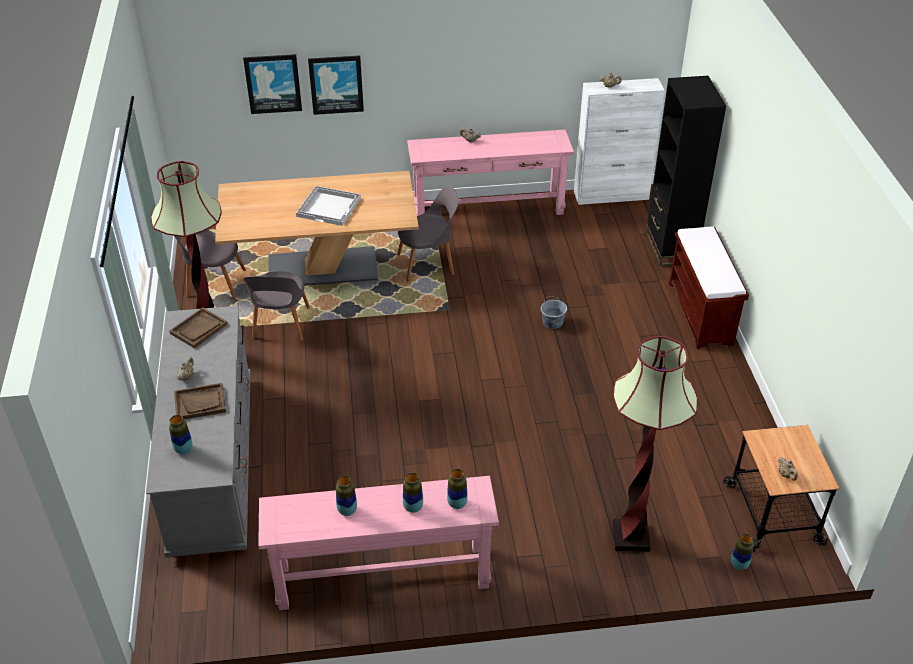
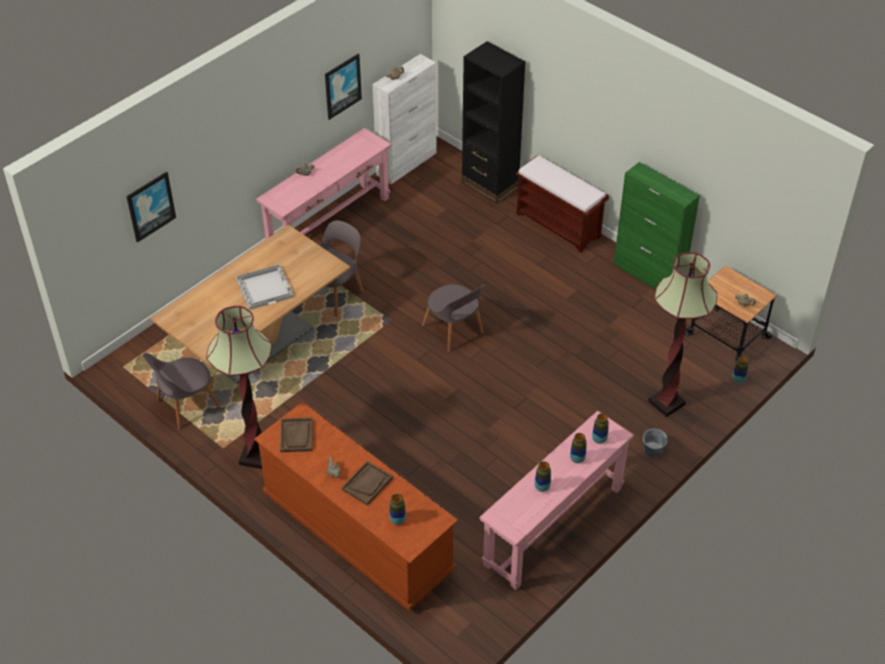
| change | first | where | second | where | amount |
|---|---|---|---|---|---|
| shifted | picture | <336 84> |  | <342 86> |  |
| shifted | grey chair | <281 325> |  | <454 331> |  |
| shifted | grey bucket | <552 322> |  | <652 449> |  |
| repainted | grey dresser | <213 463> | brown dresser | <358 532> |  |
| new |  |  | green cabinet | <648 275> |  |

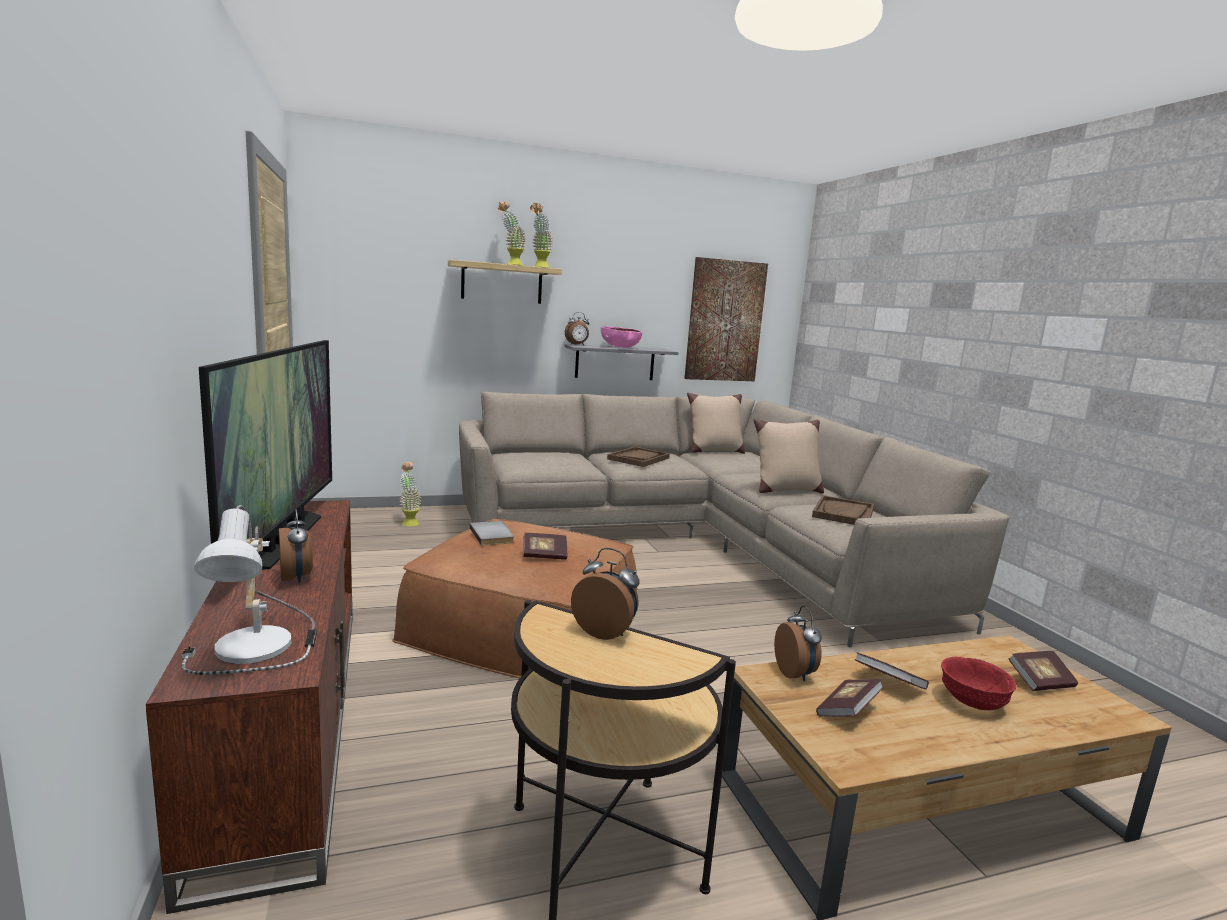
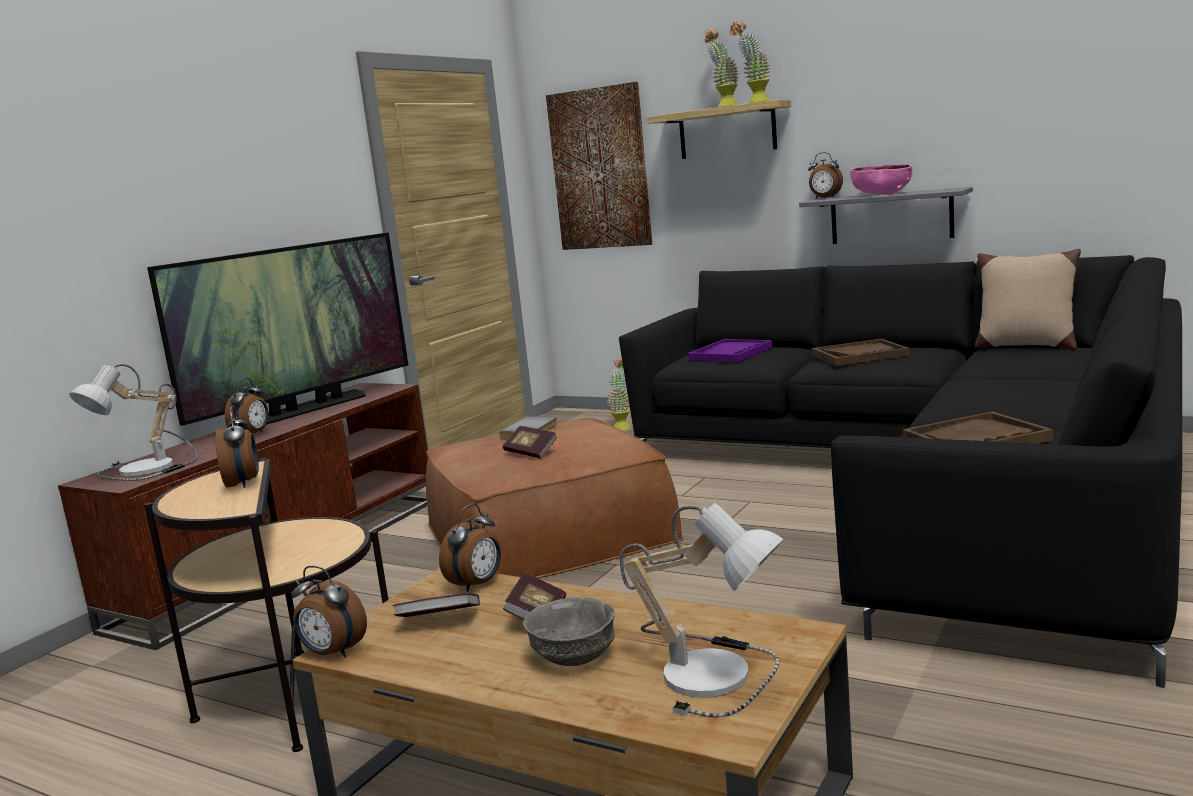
| change | first | where | second | where | amount |
|---|---|---|---|---|---|
| shifted | picture | <725 321> |  | <600 169> |  |
| repainted | beige sofa | <700 542> | black sofa | <930 484> |  |
| gone | beige pillow | <785 490> |  |  |  |
| swapped | book | <1040 682> | table lamp | <715 672> |  |
| repainted | red bowl | <971 701> | grey bowl | <575 656> |  |
| new |  |  | purple tray | <730 353> |  |
| new |  |  | alarm clock | <332 653> |  |

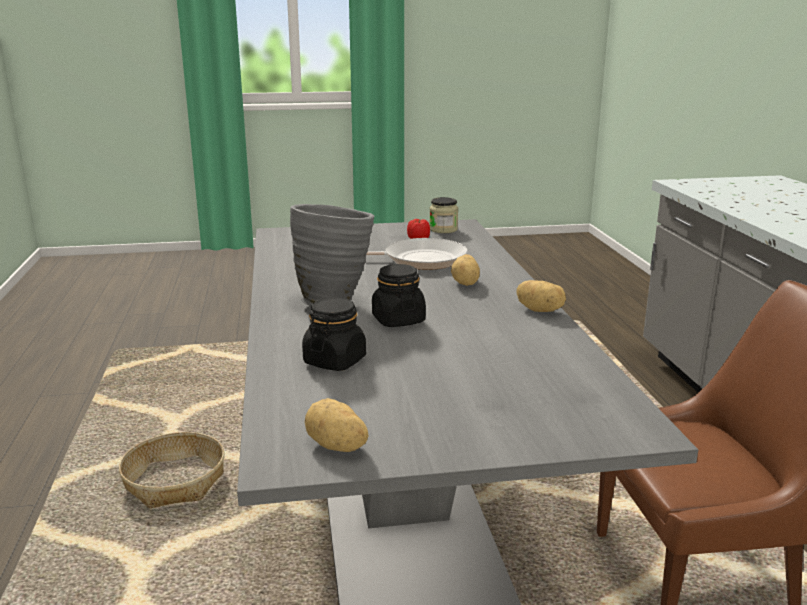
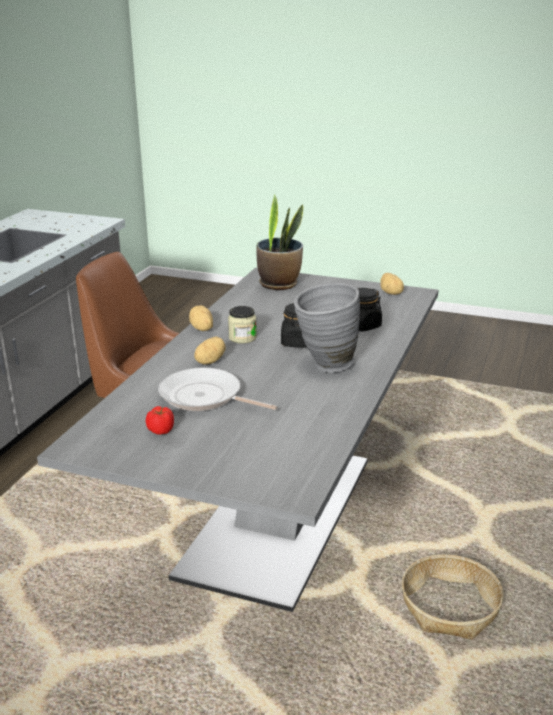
| change | first | where | second | where | amount |
|---|---|---|---|---|---|
| shifted | jar | <443 229> |  | <242 338> |  |
| new |  |  | potted plant | <279 284> |  |

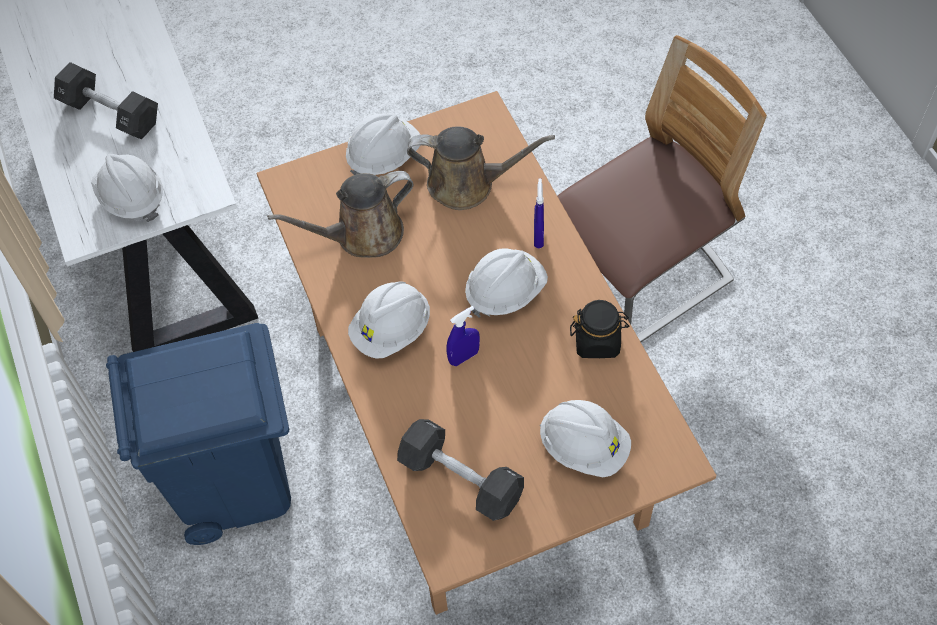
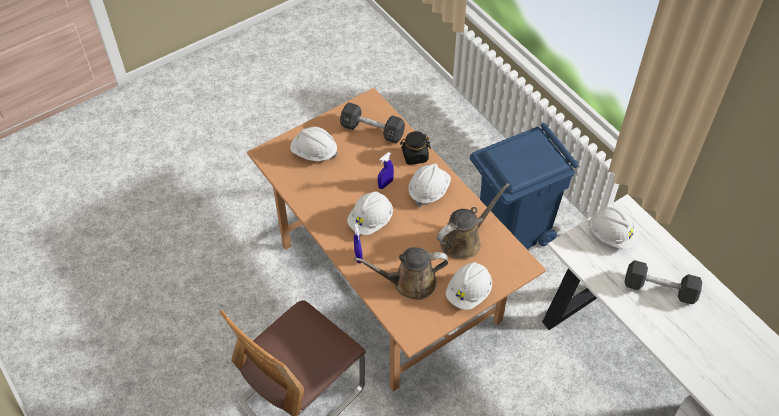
| change | first | where | second | where | amount |
|---|---|---|---|---|---|
| shifted | black jar | <597 341> |  | <415 156> |  |

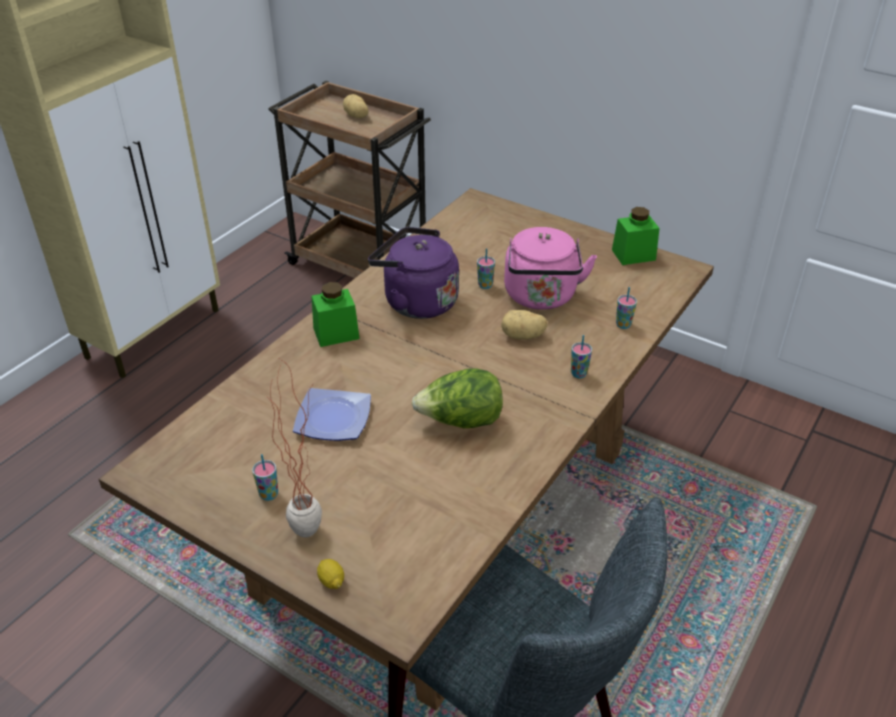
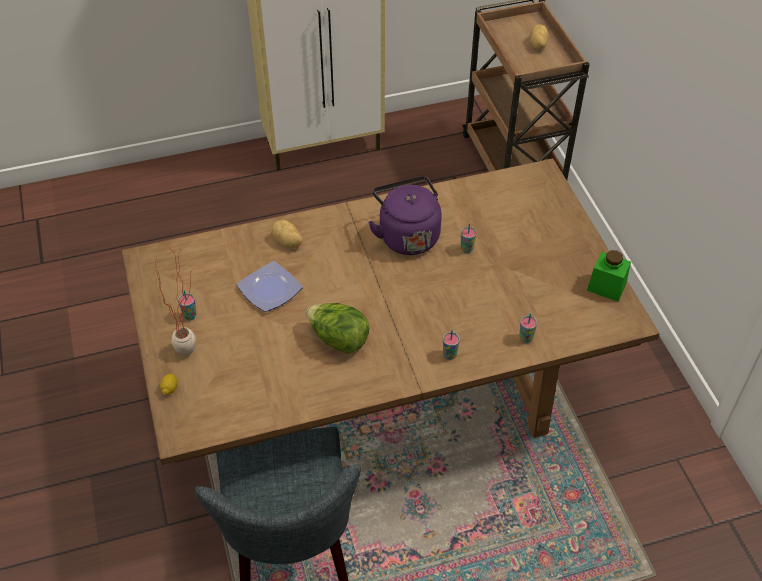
| change | first | where | second | where | amount |
|---|---|---|---|---|---|
| gone | pink kettle | <541 297> |  |  |  |
| gone | green jar | <336 333> |  |  |  |
| shifted | potato | <523 336> |  | <287 242> |  |

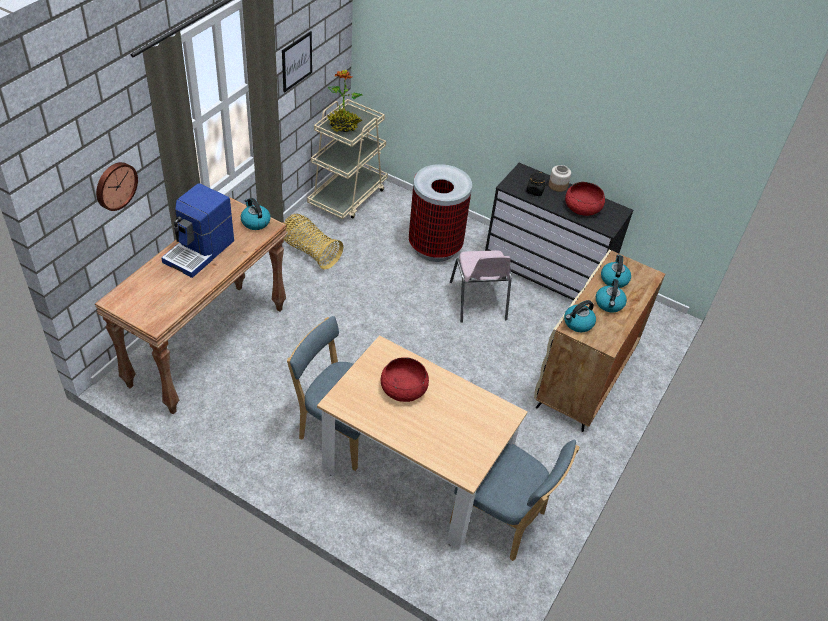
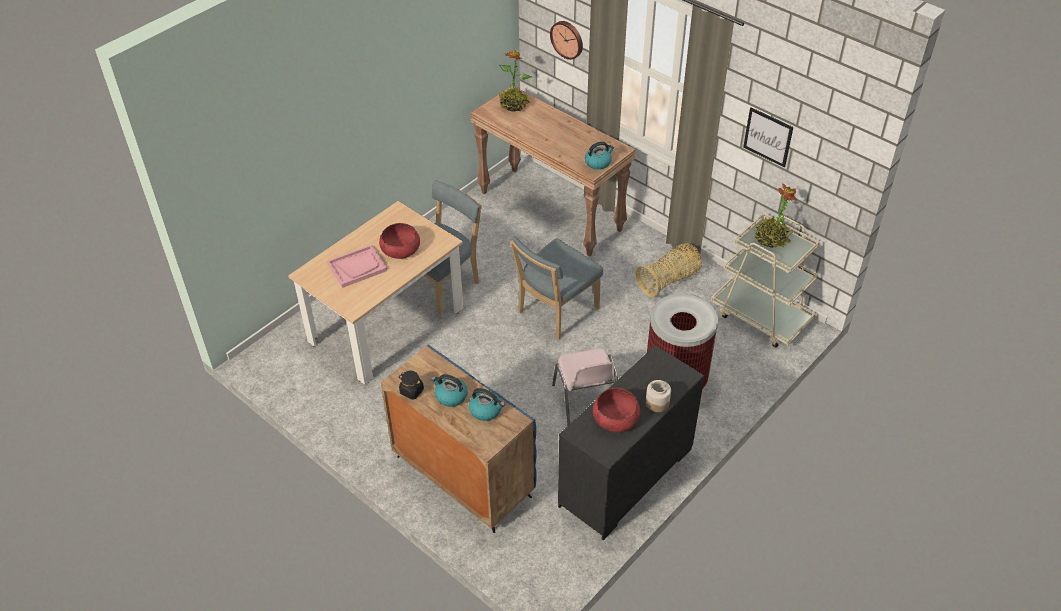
| change | first | where | second | where | amount |
|---|---|---|---|---|---|
| shifted | black jar | <535 191> |  | <411 391> |  |
| gone | coffee machine | <200 251> |  |  |  |
| rotated | pink chair | <478 301> |  | <585 405> | 105 degrees counterclockwise |
| repainted | beige cabinet | <585 378> | blue cabinet | <462 476> |  |
| gone | kettle | <578 323> |  |  |  |
| shifted | blue chair | <502 520> |  | <555 312> |  |
| new |  |  | potted plant | <514 105> |  |
| new |  |  | pink tray | <357 267> |  |

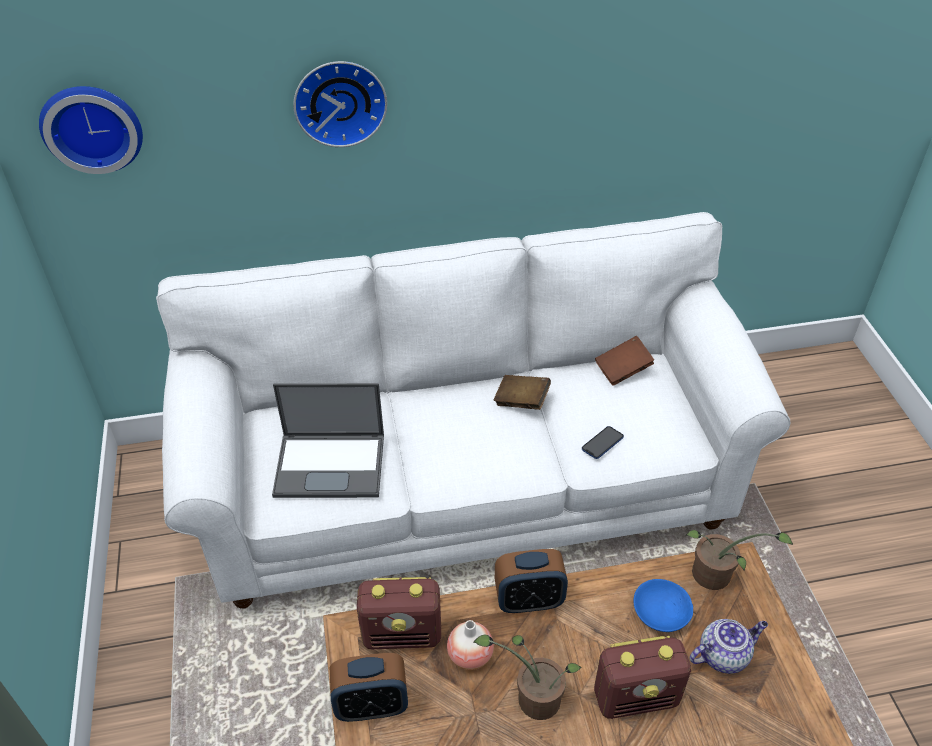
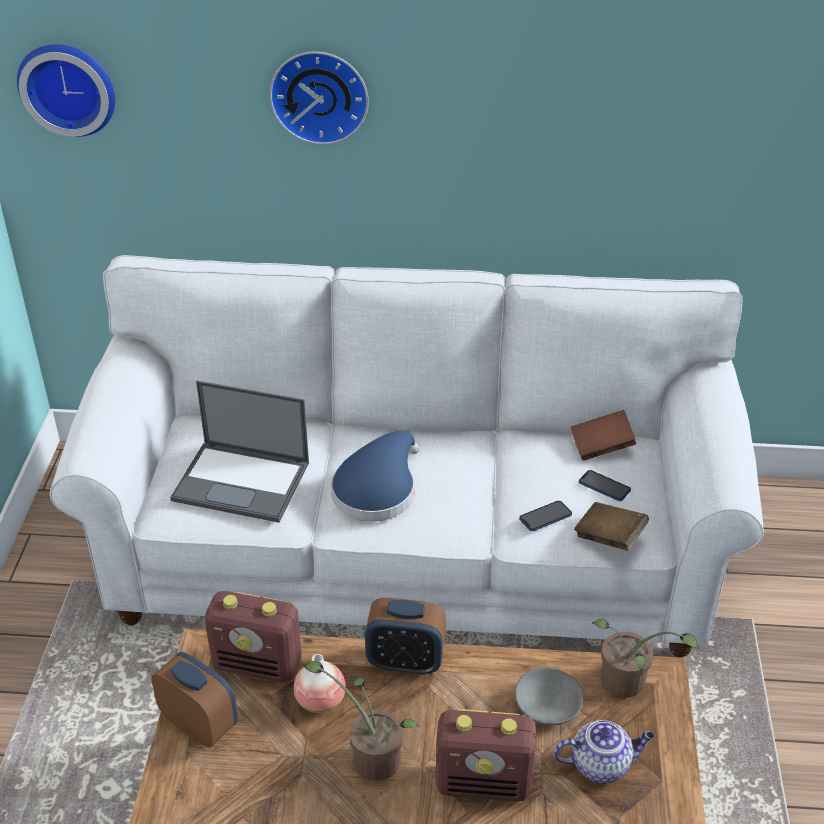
| change | first | where | second | where | amount |
|---|---|---|---|---|---|
| shifted | brown book | <521 401> |  | <609 537> |  |
| repainted | blue bowl | <662 613> | grey bowl | <548 706> |  |
| rotated | alarm clock | <371 705> |  | <200 724> | 150 degrees counterclockwise |
| new |  |  | blue hat | <377 489> |  |
| new |  |  | phone | <604 487> |  |

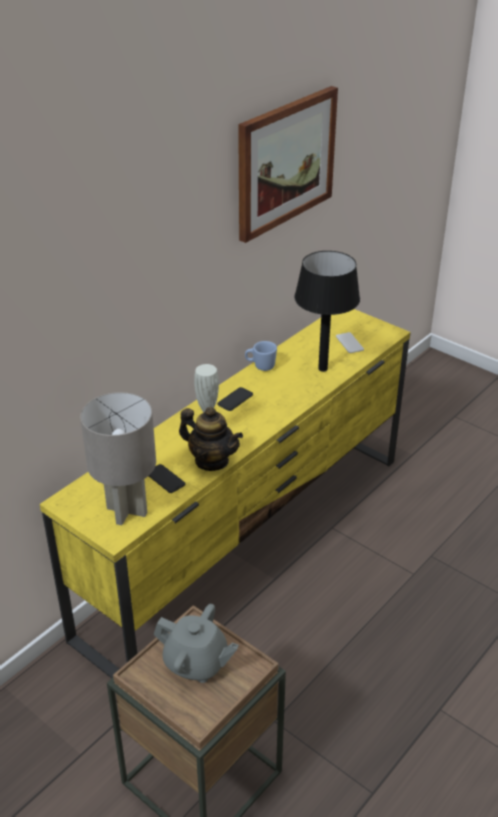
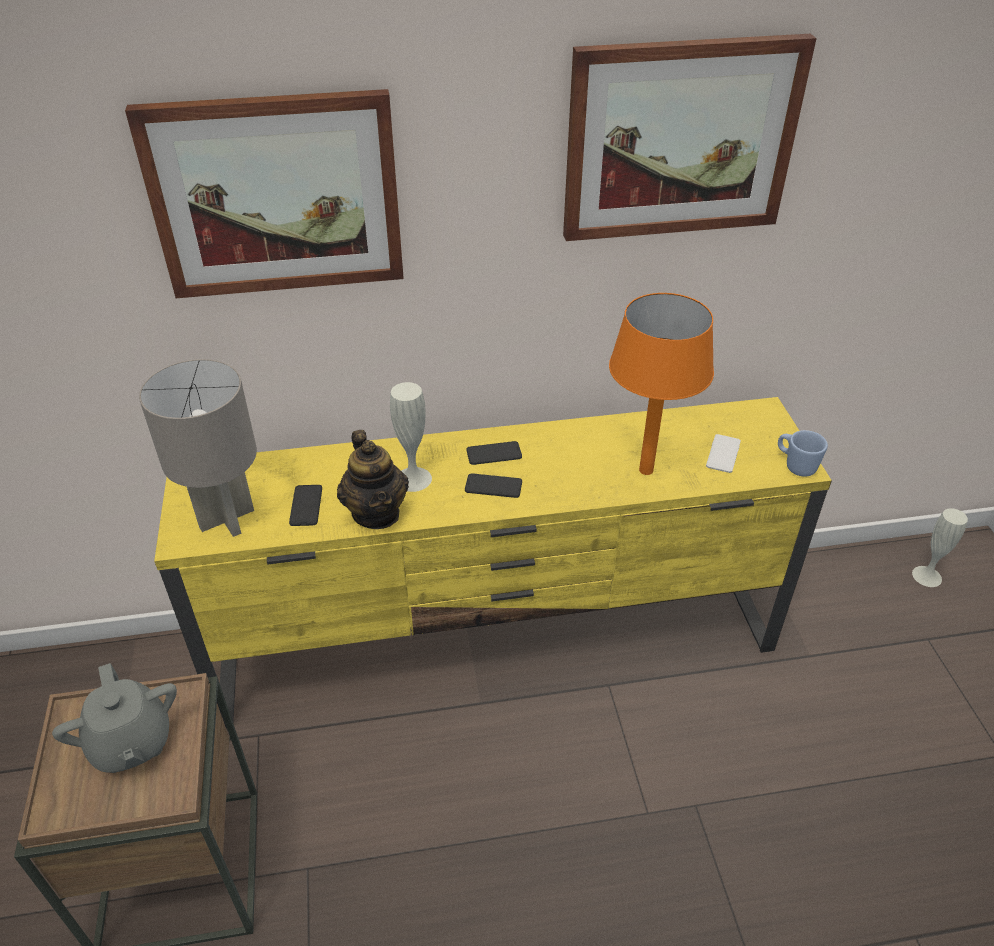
| change | first | where | second | where | amount |
|---|---|---|---|---|---|
| repainted | black table lamp | <323 368> | orange table lamp | <646 470> |  |
| shifted | blue mug | <260 366> |  | <795 465> |  |
| new |  |  | picture | <276 195> |  |
| new |  |  | phone | <493 486> |  |
| new |  |  | white vase | <927 576> |  |

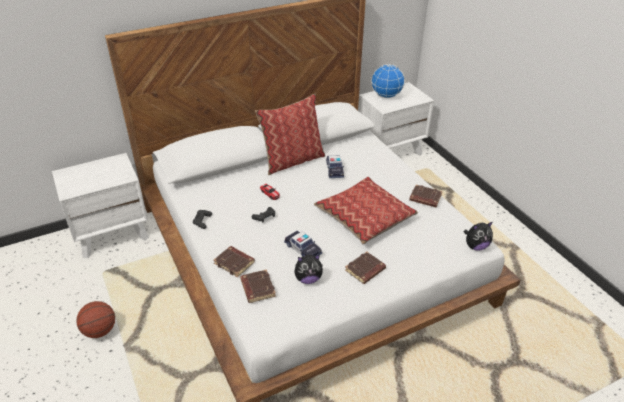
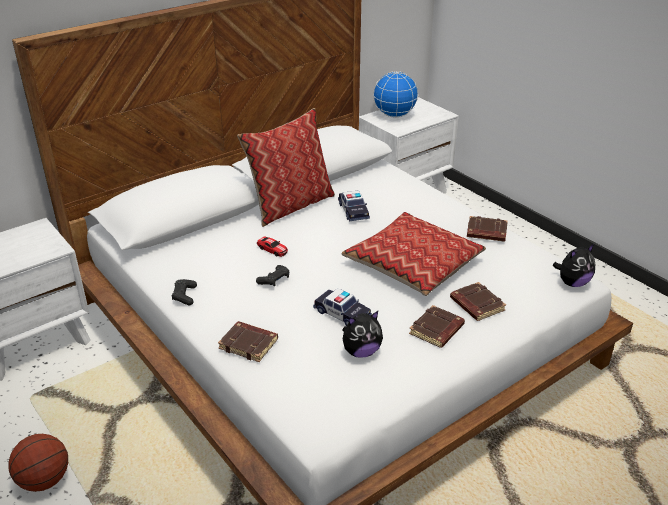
| change | first | where | second | where | amount |
|---|---|---|---|---|---|
| shifted | brown book | <257 288> |  | <476 305> |  |

